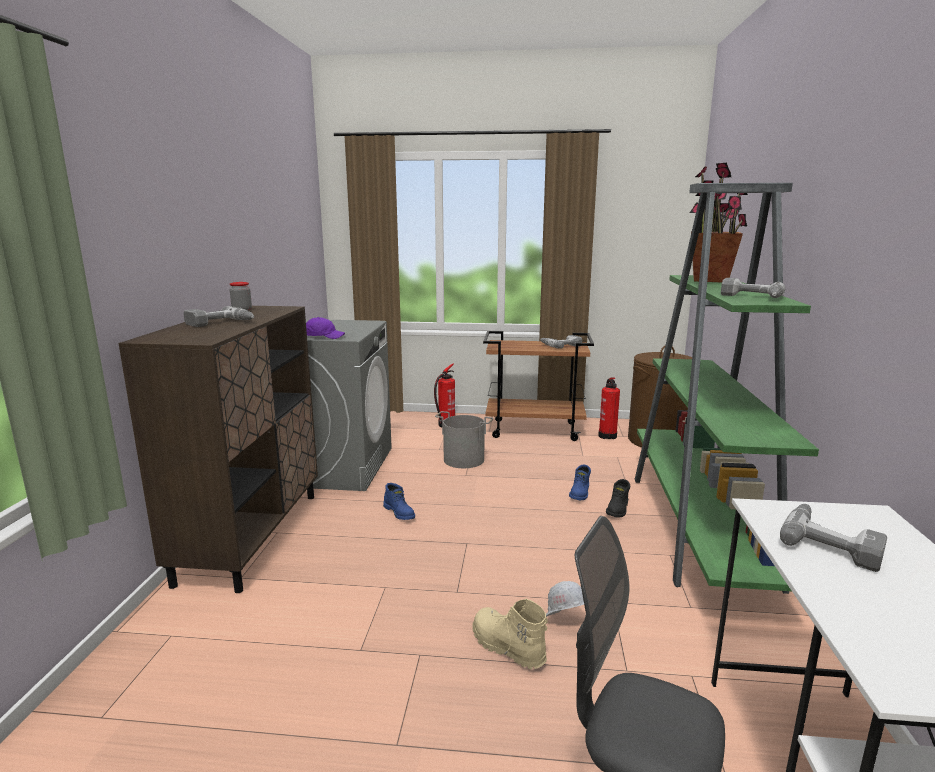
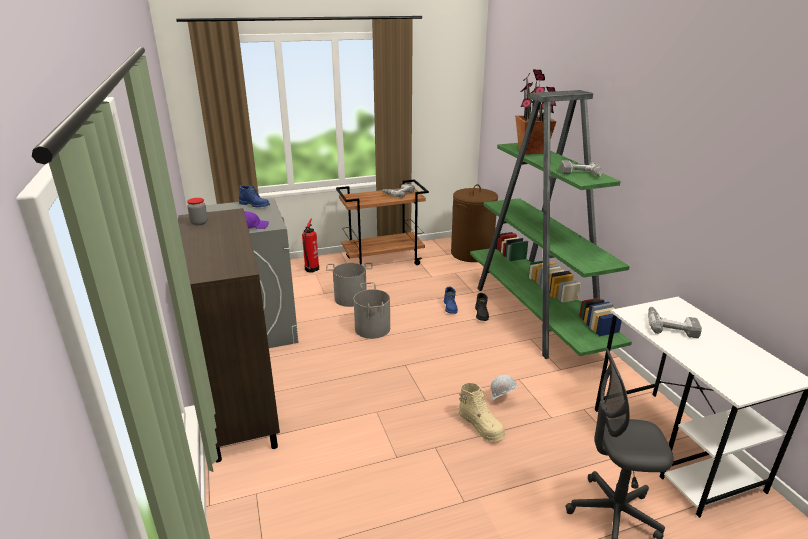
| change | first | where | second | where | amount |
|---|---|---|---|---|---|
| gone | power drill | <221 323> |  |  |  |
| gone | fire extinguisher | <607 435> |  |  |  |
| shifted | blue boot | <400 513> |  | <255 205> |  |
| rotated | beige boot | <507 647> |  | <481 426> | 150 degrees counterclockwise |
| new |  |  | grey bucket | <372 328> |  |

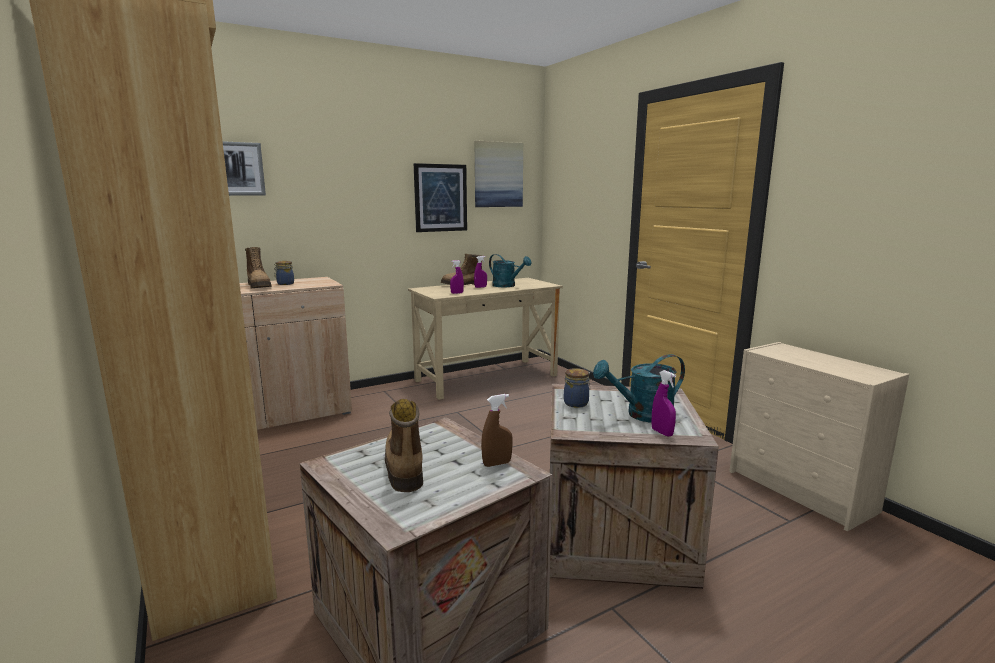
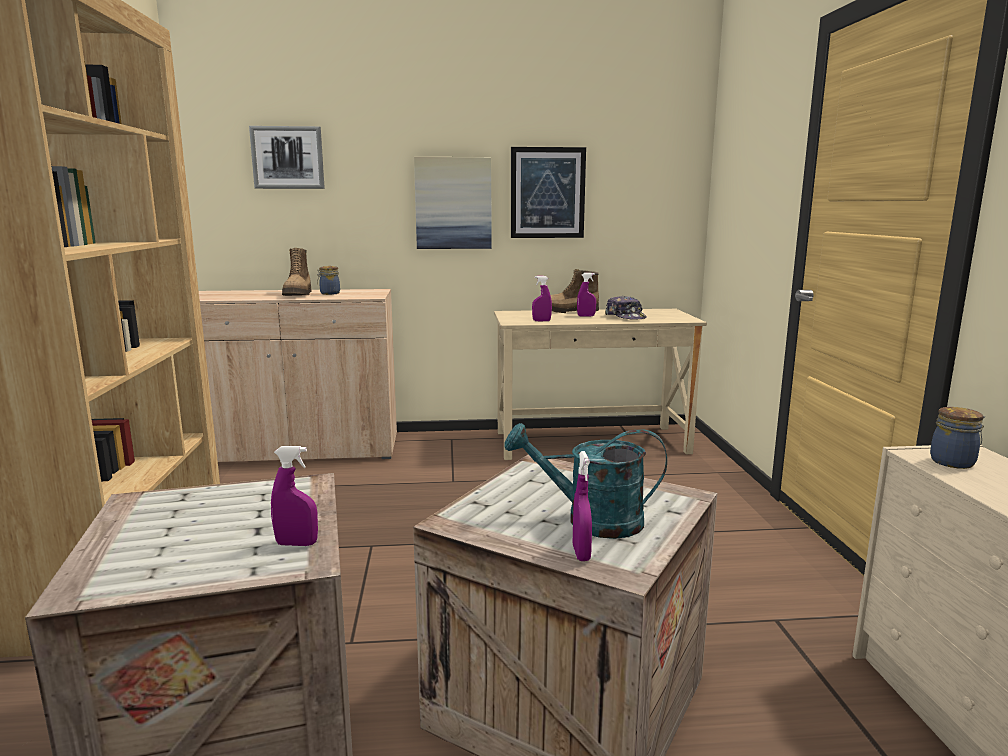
| change | first | where | second | where | amount |
|---|---|---|---|---|---|
| shifted | picture | <498 174> |  | <453 203> |  |
| swapped | turquoise watering can | <507 286> | cap | <625 317> |  |
| shifted | jar | <577 403> |  | <954 462> |  |
| repainted | brown spray bottle | <497 463> | purple spray bottle | <296 544> |  |
| gone | boot | <403 465> |  |  |  |

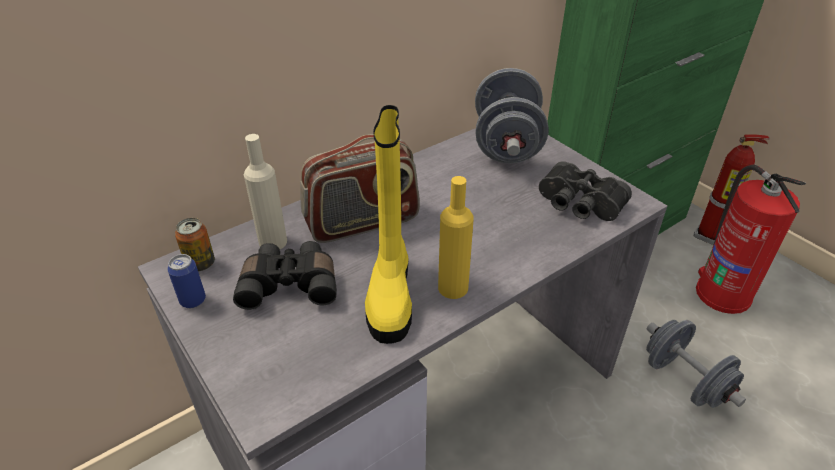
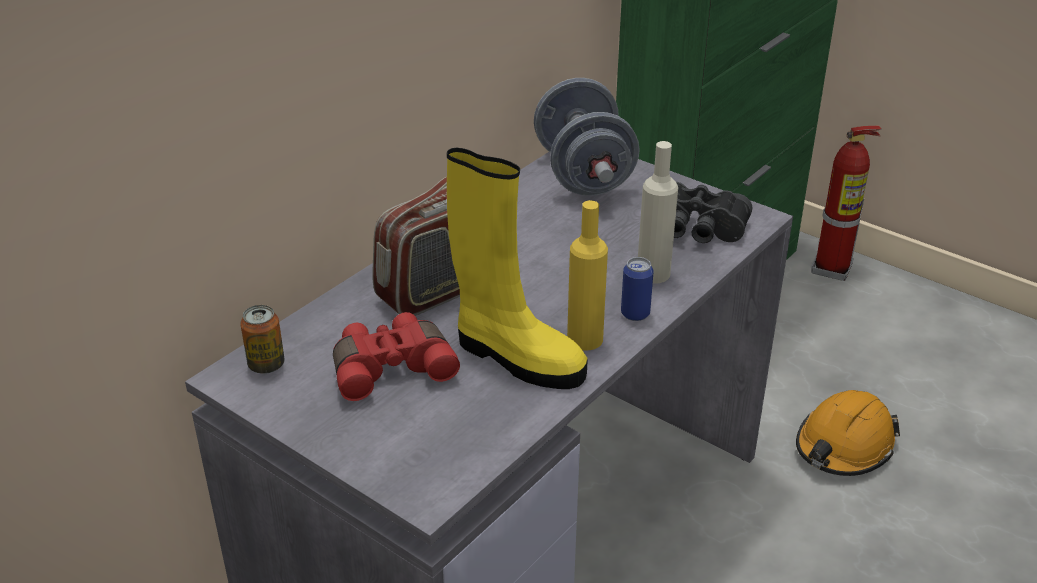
| change | first | where | second | where | amount |
|---|---|---|---|---|---|
| rotated | yellow boot | <390 294> |  | <516 357> | 45 degrees counterclockwise |
| shifted | beige bottle | <273 242> |  | <653 273> |  |
| gone | fire extinguisher | <722 293> |  |  |  |
| repainted | black binoculars | <290 284> | red binoculars | <391 367> |  |
| shifted | can | <193 300> |  | <635 314> |  |
| swapped | grey dumbbell | <684 380> | orange hard hat | <844 446> |  |

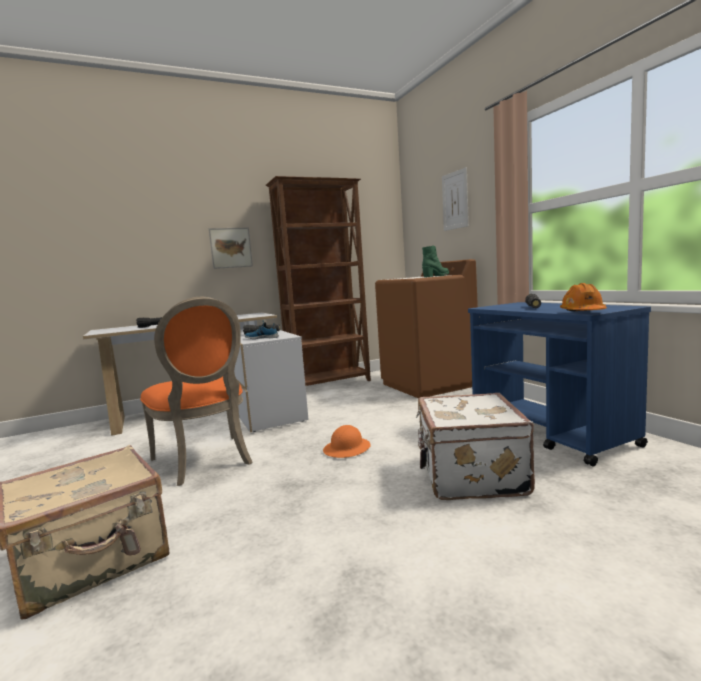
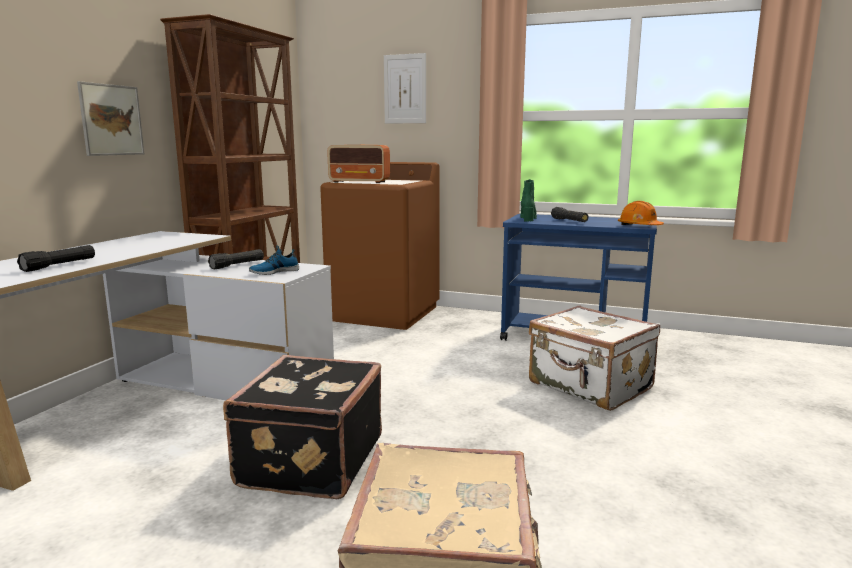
| change | first | where | second | where | amount |
|---|---|---|---|---|---|
| shifted | green boot | <436 276> |  | <528 219> |  |
| swapped | orange chair | <206 461> | black suitcase | <308 461> |  |
| gone | orange hard hat | <347 449> |  |  |  |
| new |  |  | radio | <360 182> |  |

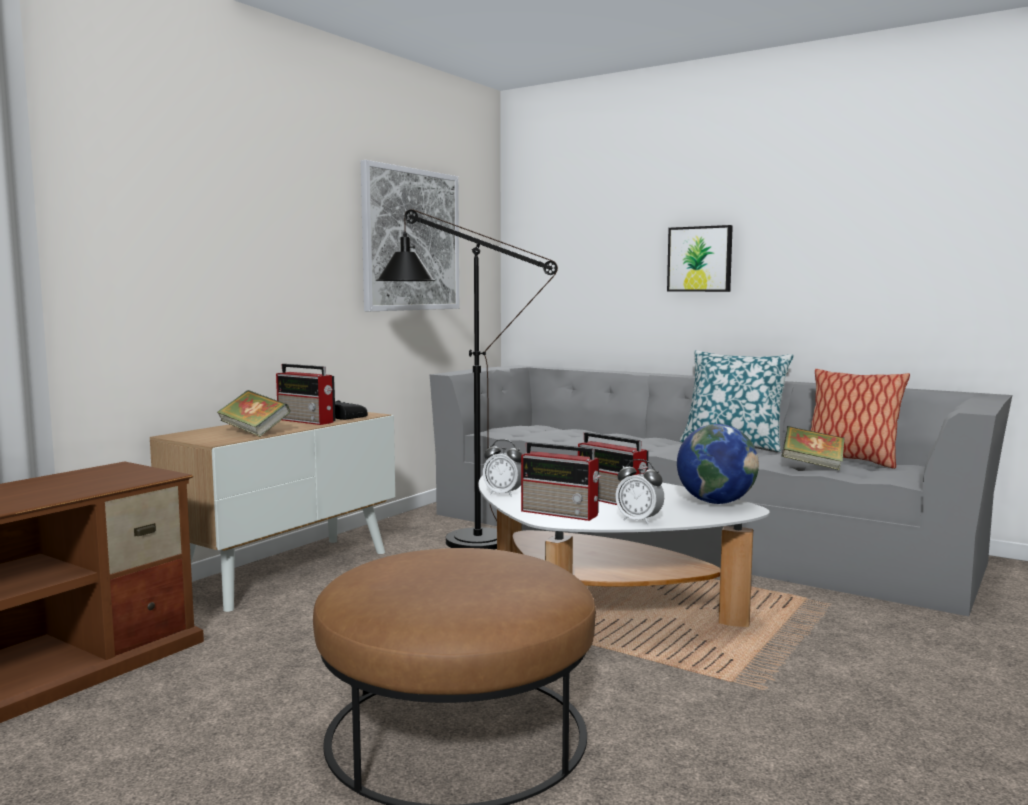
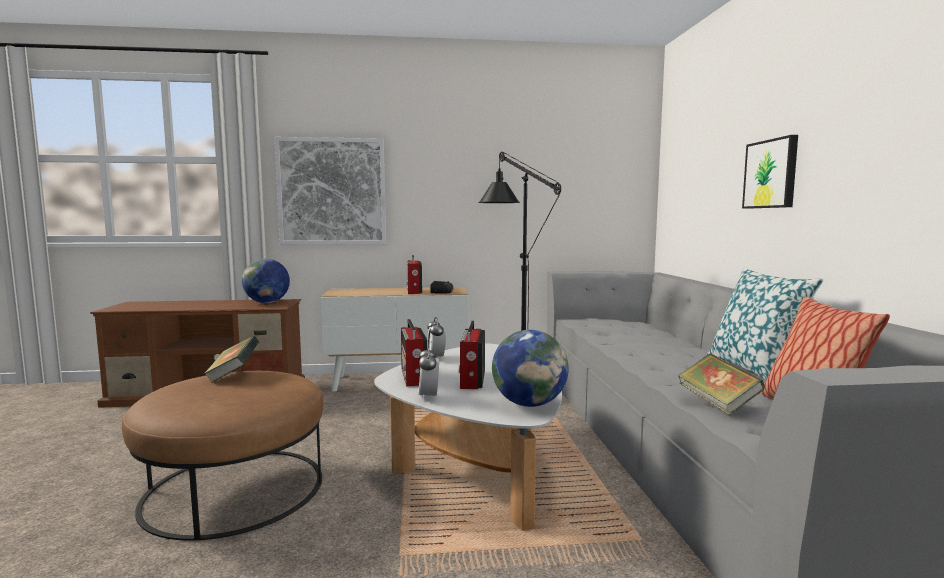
| change | first | where | second | where | amount |
|---|---|---|---|---|---|
| shifted | picture | <411 240> |  | <332 192> |  |
| shifted | book | <254 432> |  | <233 375> |  |
| new |  |  | globe | <267 302> |  |

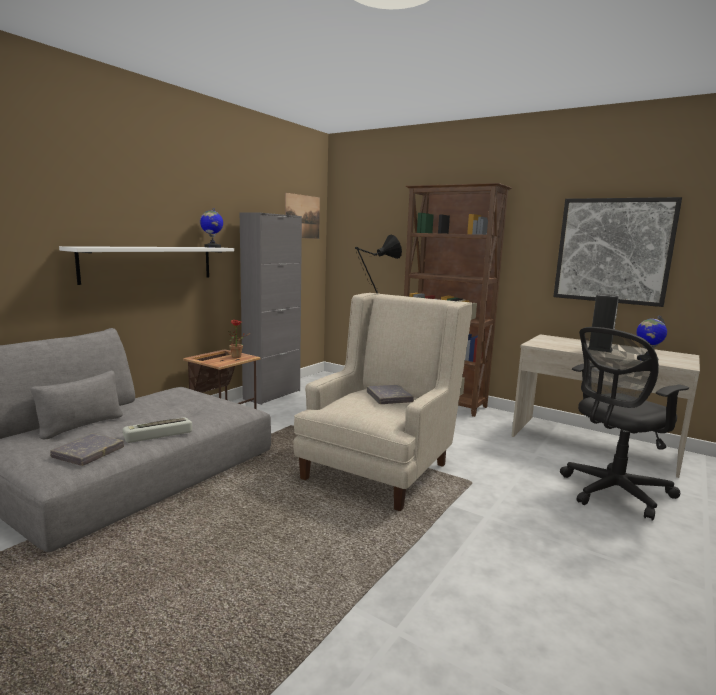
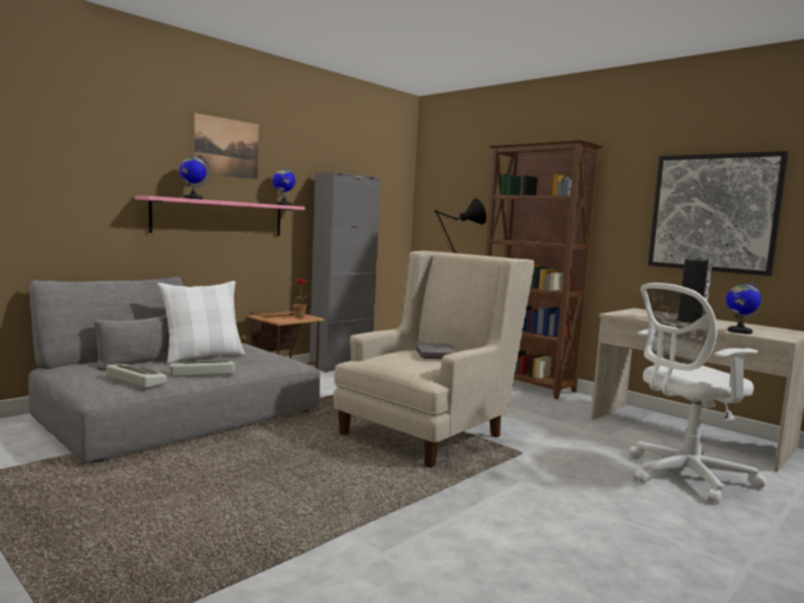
| change | first | where | second | where | amount |
|---|---|---|---|---|---|
| shifted | picture | <302 216> |  | <227 147> |  |
| repainted | white shelf | <149 263> | pink shelf | <219 218> |  |
| repainted | black office chair | <612 493> | white office chair | <683 476> |  |
| swapped | grey book | <88 453> | keyboard | <134 380> |  |
| new |  |  | globe | <193 198> |  |
| new |  |  | white pillow | <203 357> |  |

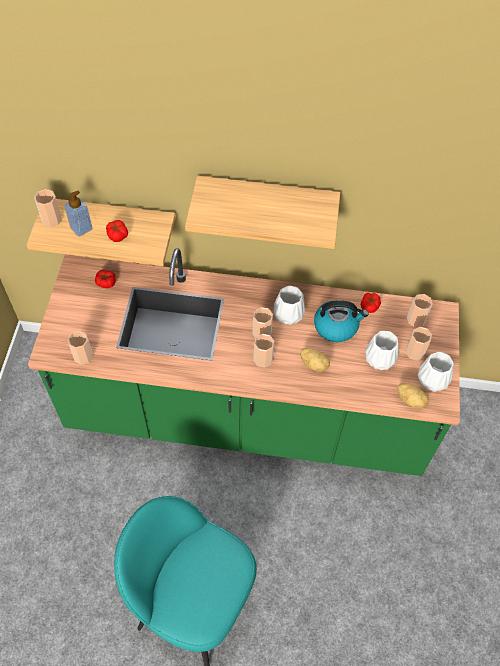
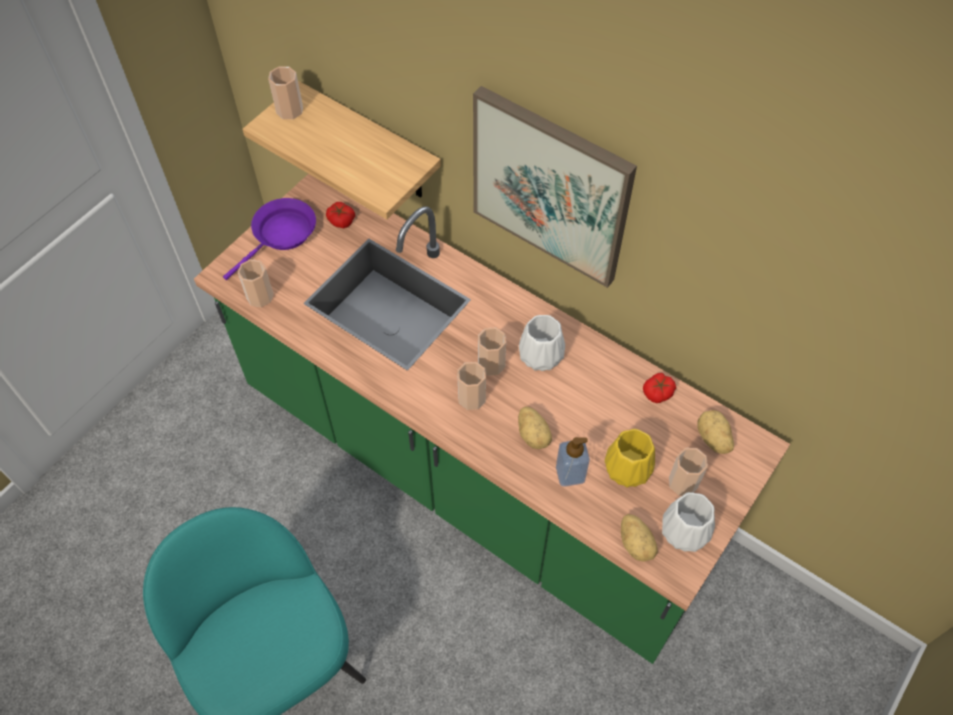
| change | first | where | second | where | amount |
|---|---|---|---|---|---|
| swapped | shelf | <267 202> | picture | <550 187> |  |
| shifted | soap dispenser | <81 228> |  | <570 474> |  |
| gone | tomato | <117 235> |  |  |  |
| swapped | cup | <416 319> | potato | <712 439> |  |
| gone | kettle | <336 326> |  |  |  |
| repainted | white vase | <379 358> | yellow vase | <626 468> |  |
| new |  |  | purple frying pan | <281 235> |  |

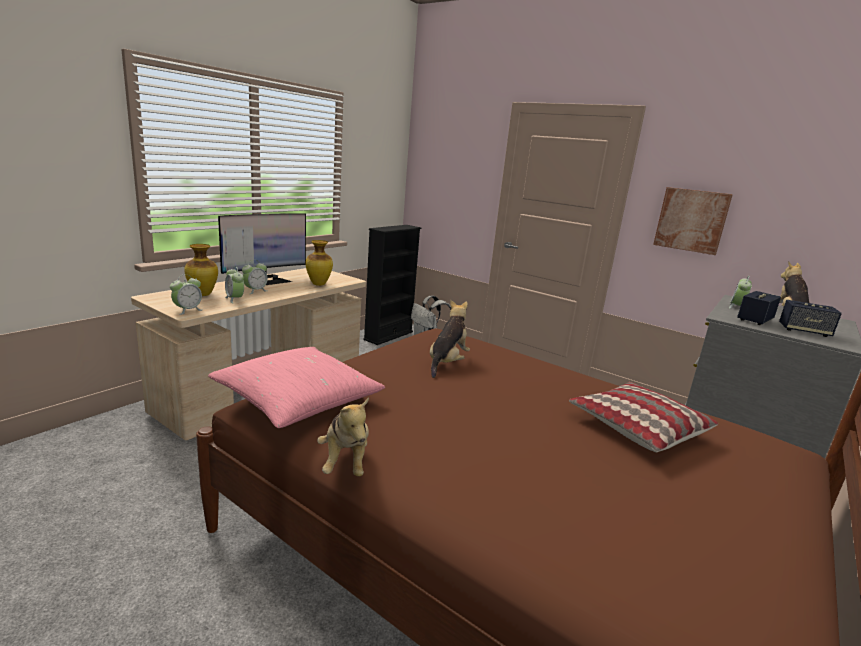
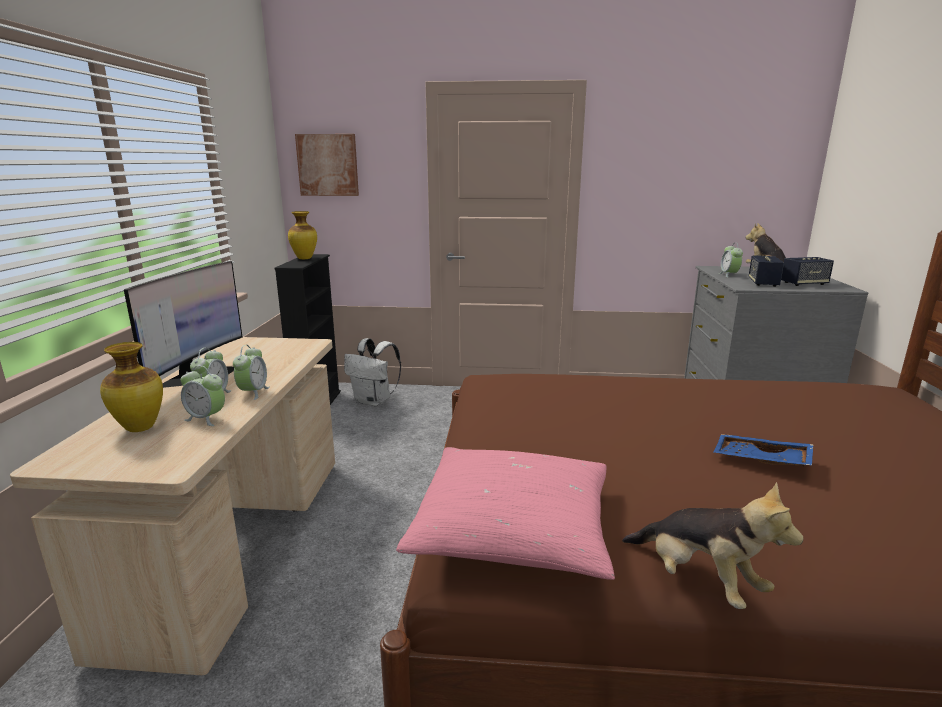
| change | first | where | second | where | amount |
|---|---|---|---|---|---|
| shifted | picture | <691 220> |  | <328 165> |  |
| shifted | vase | <319 284> |  | <305 258> |  |
| shifted | alarm clock | <187 310> |  | <253 393> |  |
| gone | plush toy | <447 362> |  |  |  |
| gone | pillow | <637 427> |  |  |  |
| new |  |  | blue tray | <760 461> |  |

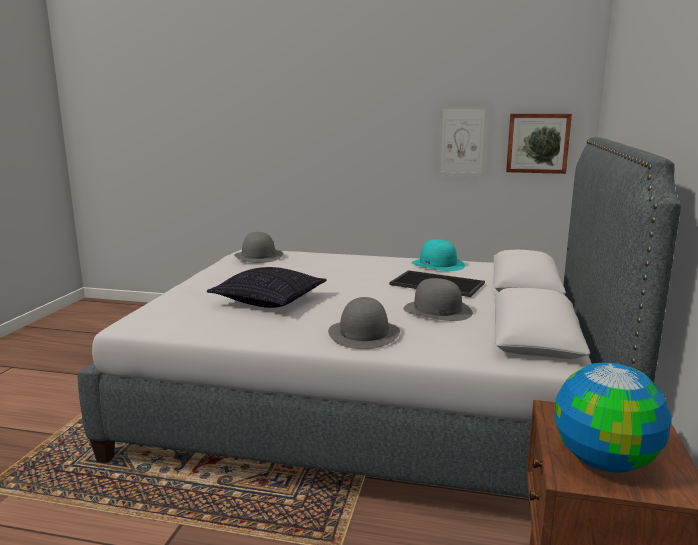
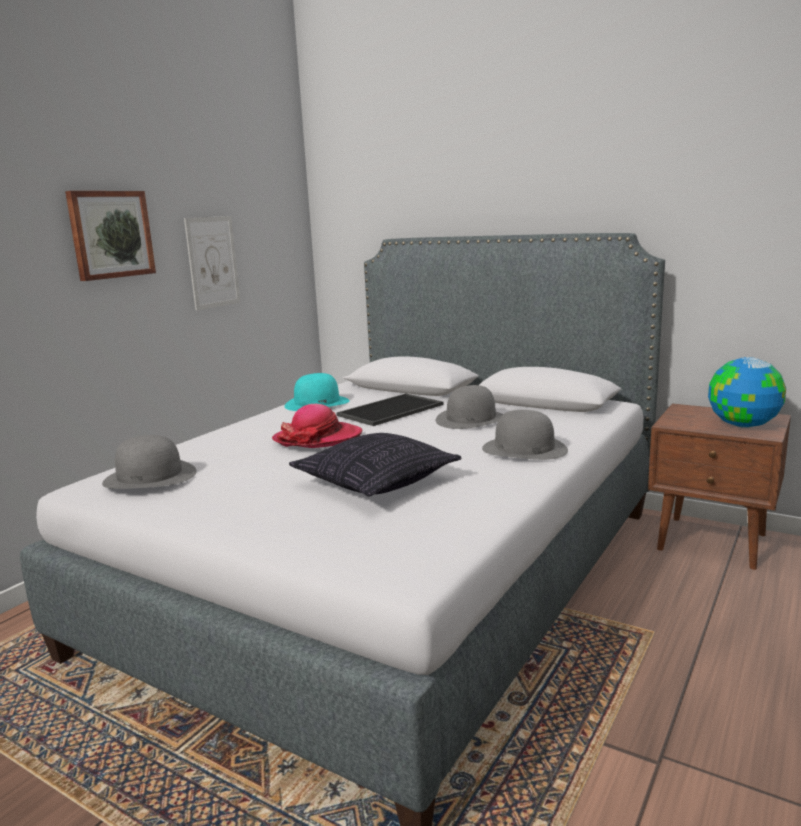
| change | first | where | second | where | amount |
|---|---|---|---|---|---|
| shifted | picture | <537 143> |  | <110 234> |  |
| new |  |  | hat | <318 438> |  |

